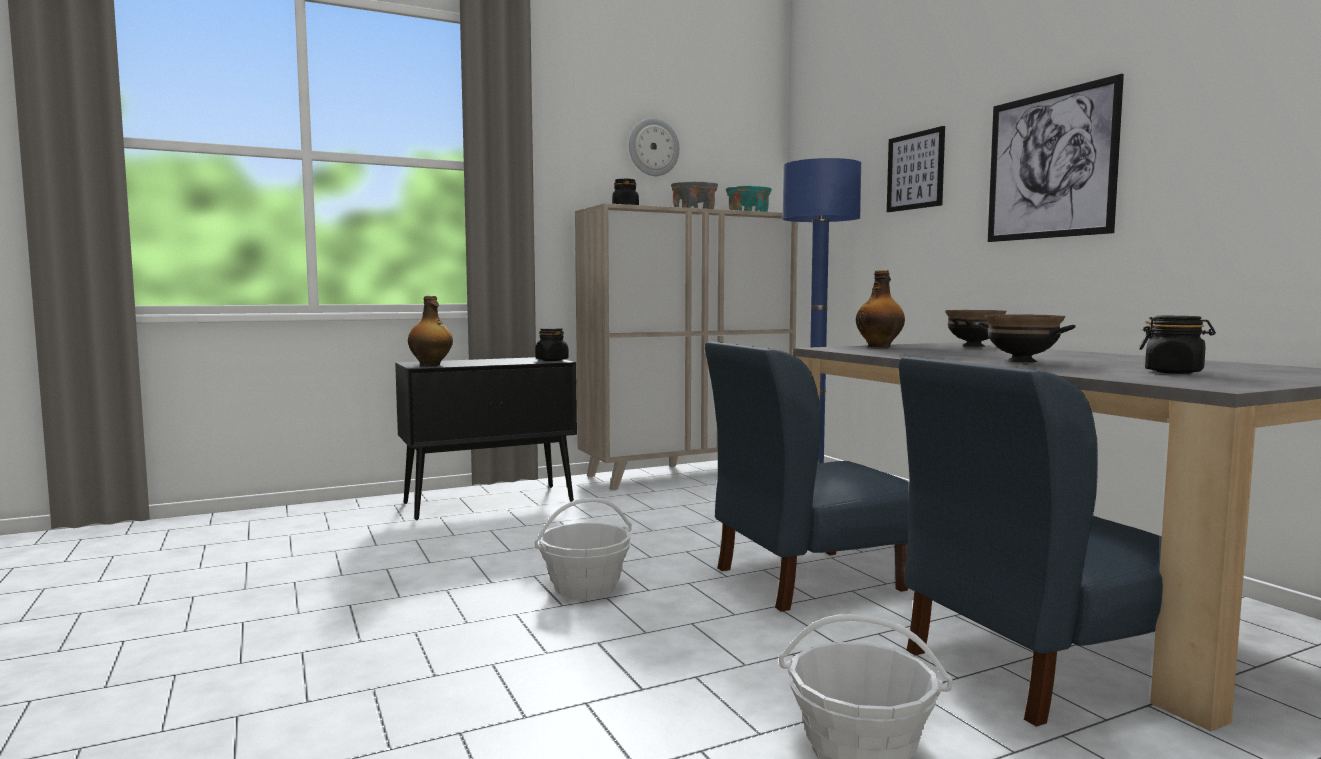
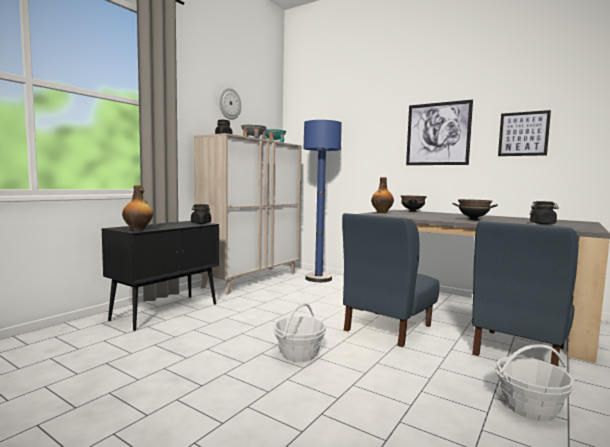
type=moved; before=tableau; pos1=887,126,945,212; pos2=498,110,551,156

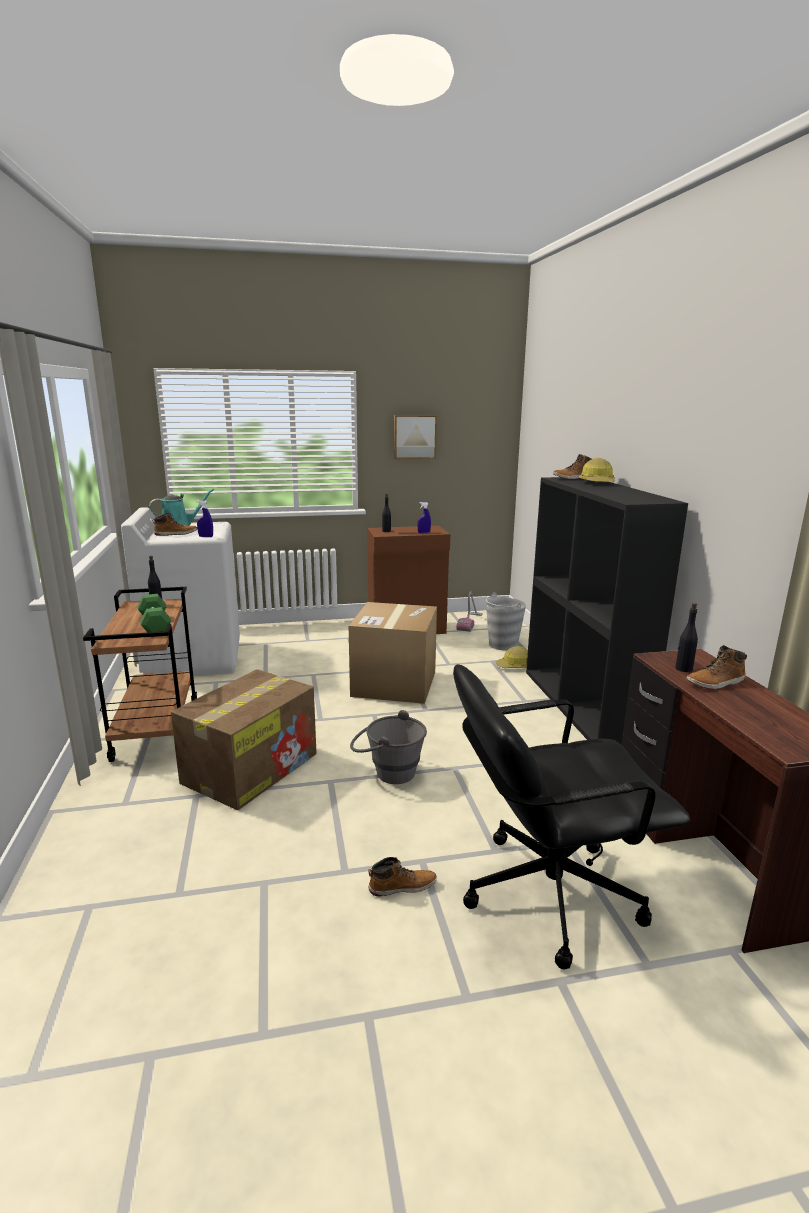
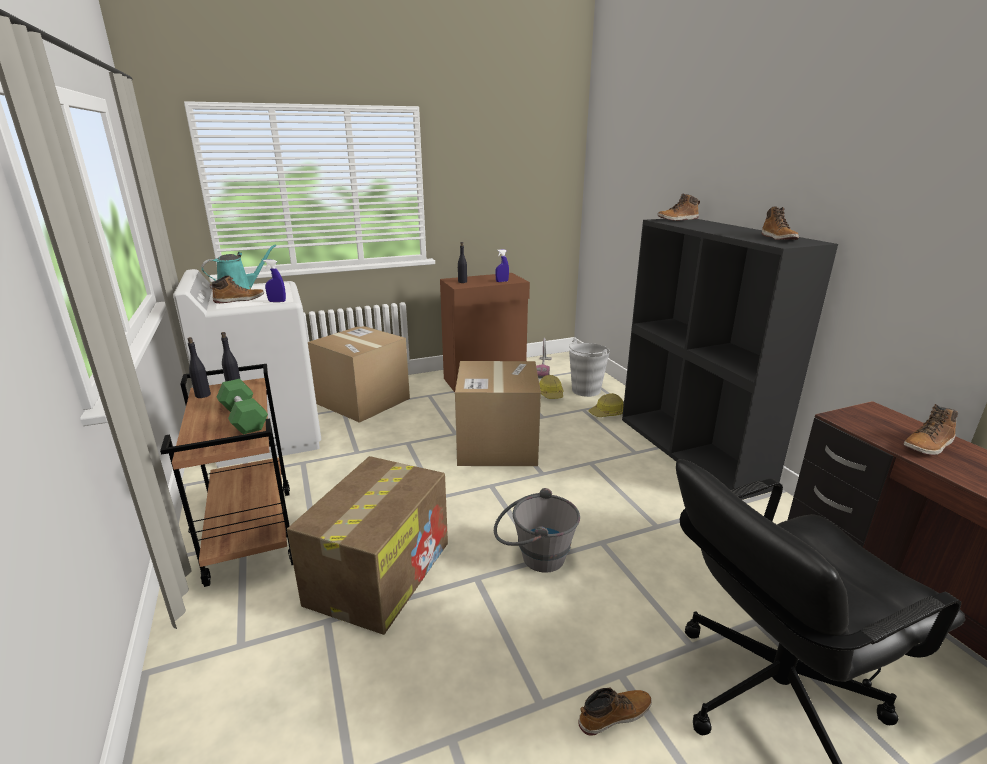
type=removed; before=tableau; pos1=394,415,437,459
type=moved; before=casque de chantier; pos1=579,458,615,482; pos2=539,375,563,399
type=moved; before=bouteille/noir; pos1=675,603,698,672; pos2=187,337,211,398
type=added; after=botte; pos2=761,206,799,240
type=added; after=carton; pos2=308,326,410,423

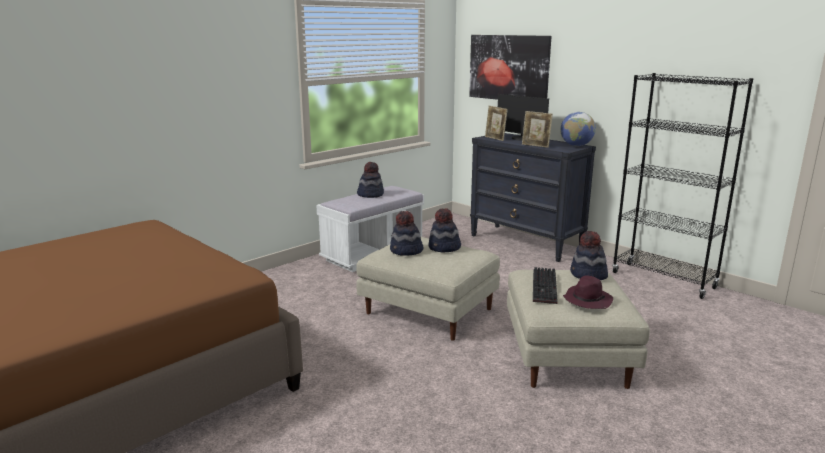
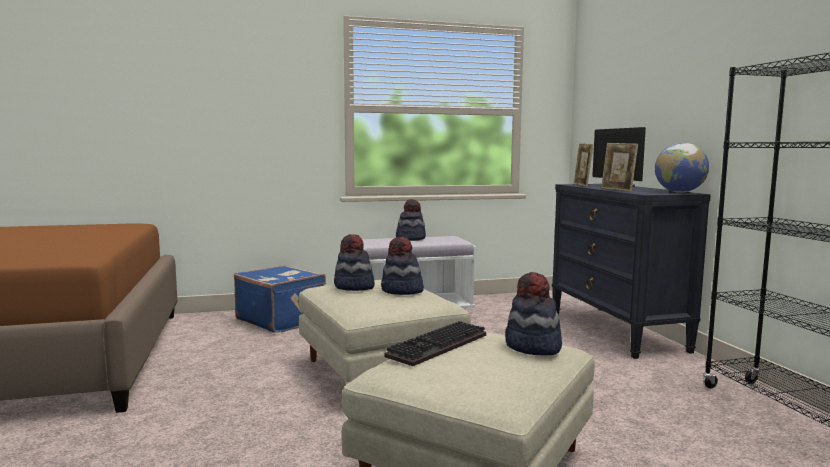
type=removed; before=tableau; pos1=469,35,552,100
type=removed; before=chapeau/violet; pos1=563,275,613,309
type=added; after=valise/bleu; pos2=234,265,326,333

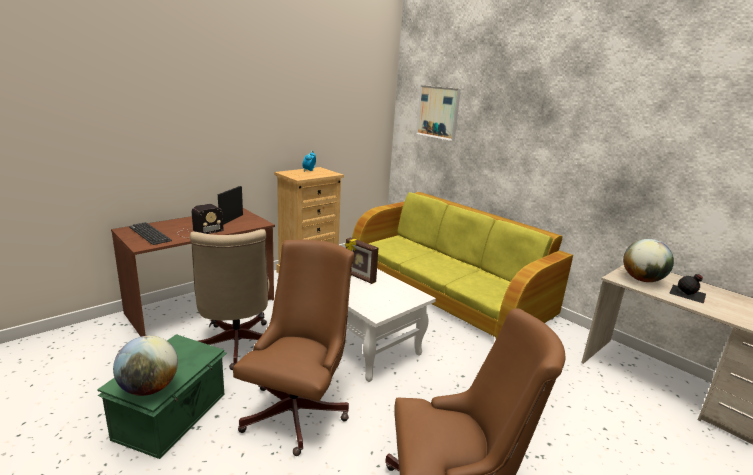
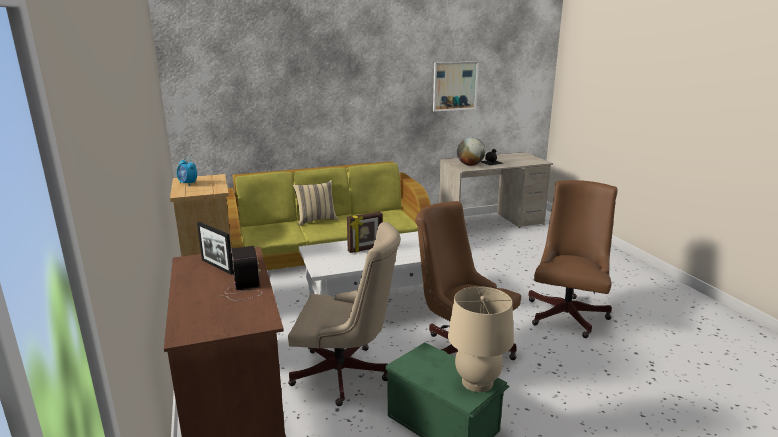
type=moved; before=tableau; pos1=416,85,461,141; pos2=433,61,479,112
type=removed; before=clavier; pos1=129,222,172,245
type=replaced; before=globe; after=lampe de table/beige; pos1=113,336,178,396; pos2=448,286,514,392
type=added; after=coussin/beige; pos2=293,180,338,226

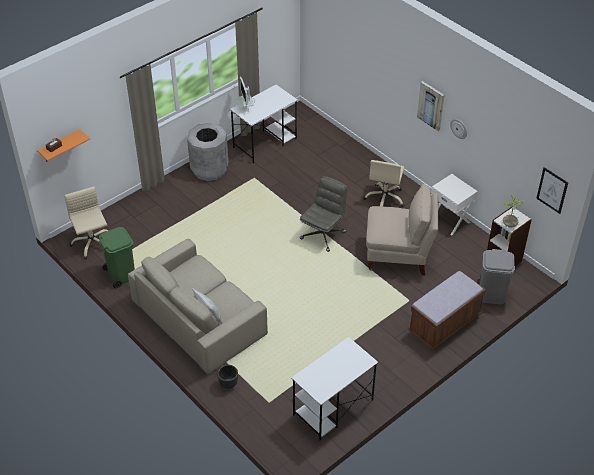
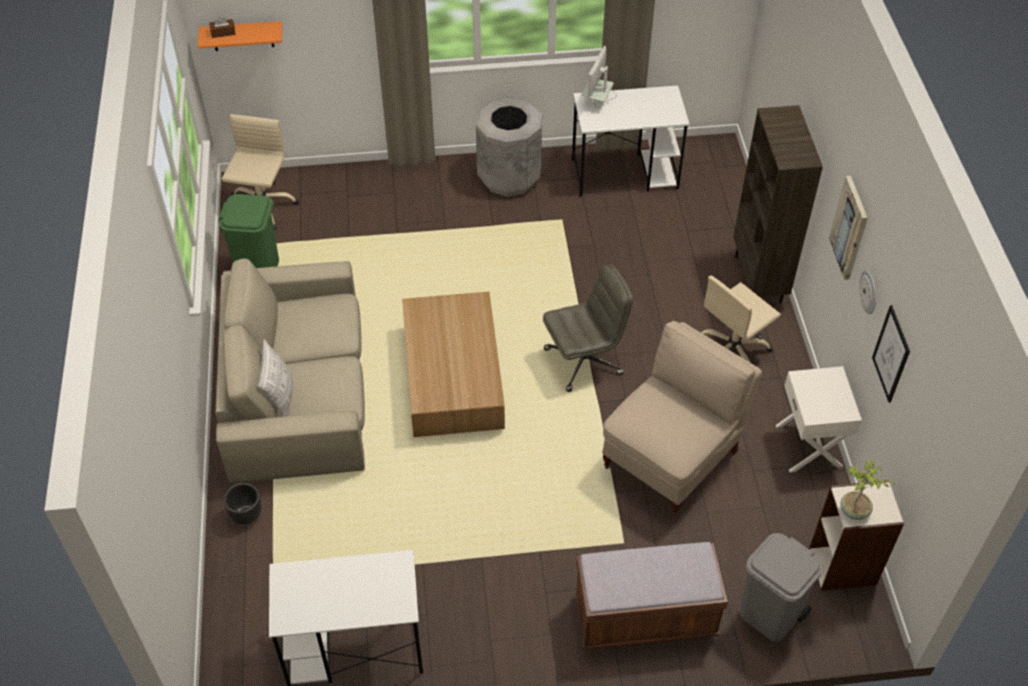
type=moved; before=tableau; pos1=536,167,568,214; pos2=872,305,910,403
type=turned; before=chaise/beige; pos1=366,184,438,276; pos2=602,321,762,516; turn=-90
type=added; after=bibliothèque/marron; pos2=733,105,823,303
type=added; after=table basse/marron; pos2=402,291,505,437

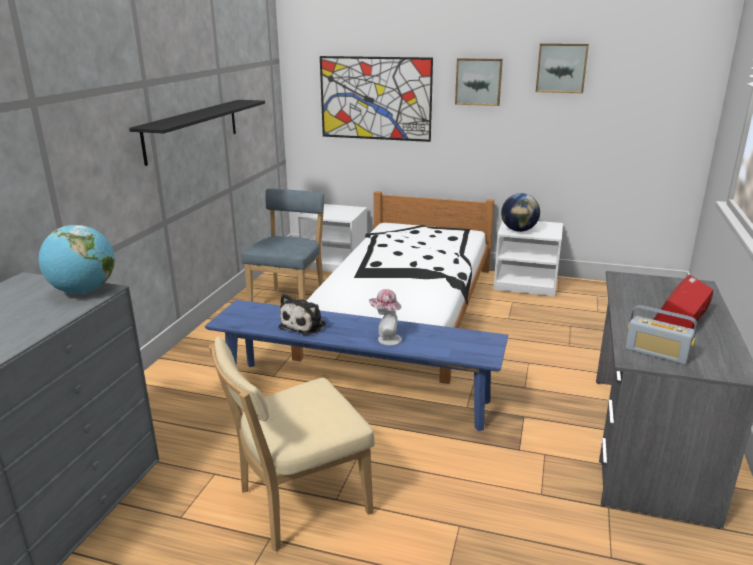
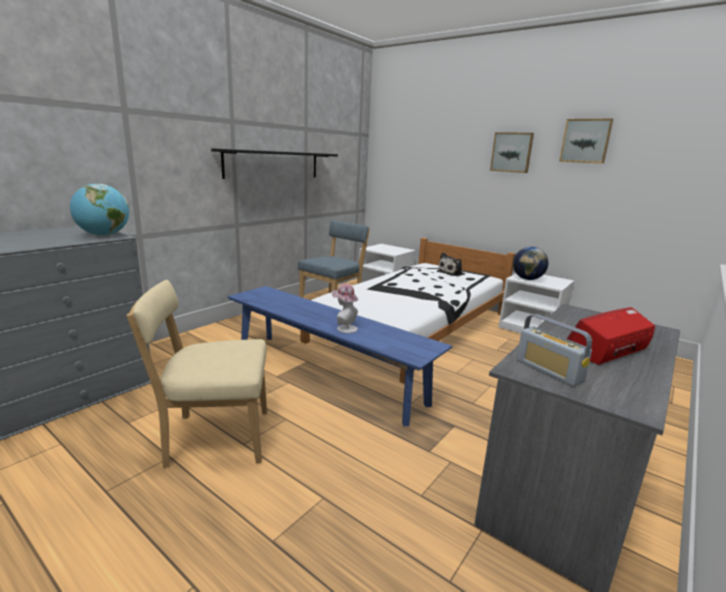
type=removed; before=tableau; pos1=320,56,433,142
type=moved; before=peluche; pos1=279,294,326,335; pos2=437,253,464,276

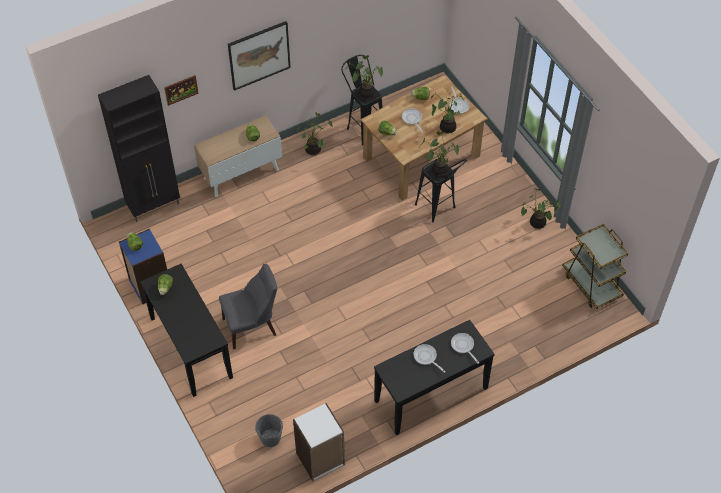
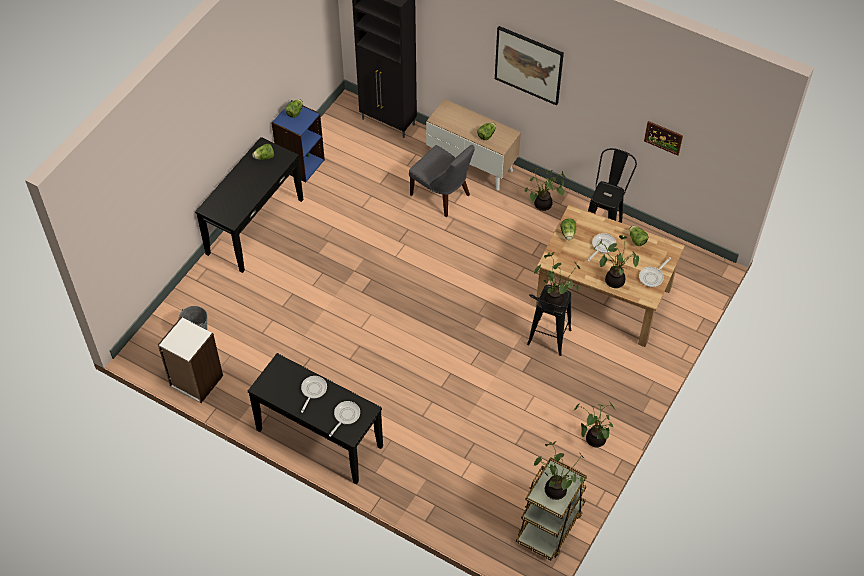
type=moved; before=plante en pot; pos1=345,55,383,100; pos2=534,441,585,500
type=moved; before=tableau; pos1=164,75,199,106; pos2=644,121,683,156
type=moved; before=chaise/gris; pos1=219,264,277,350; pos2=409,145,475,217

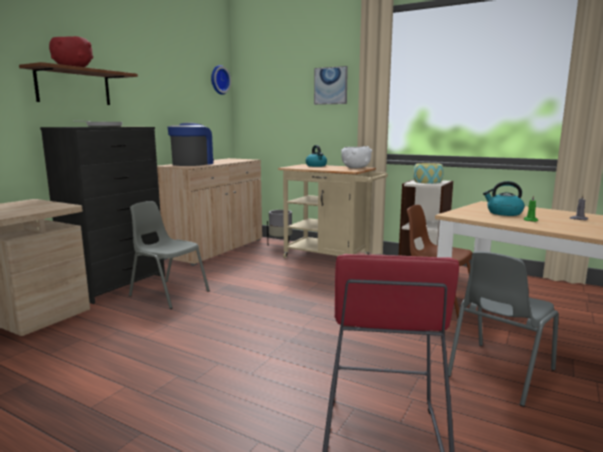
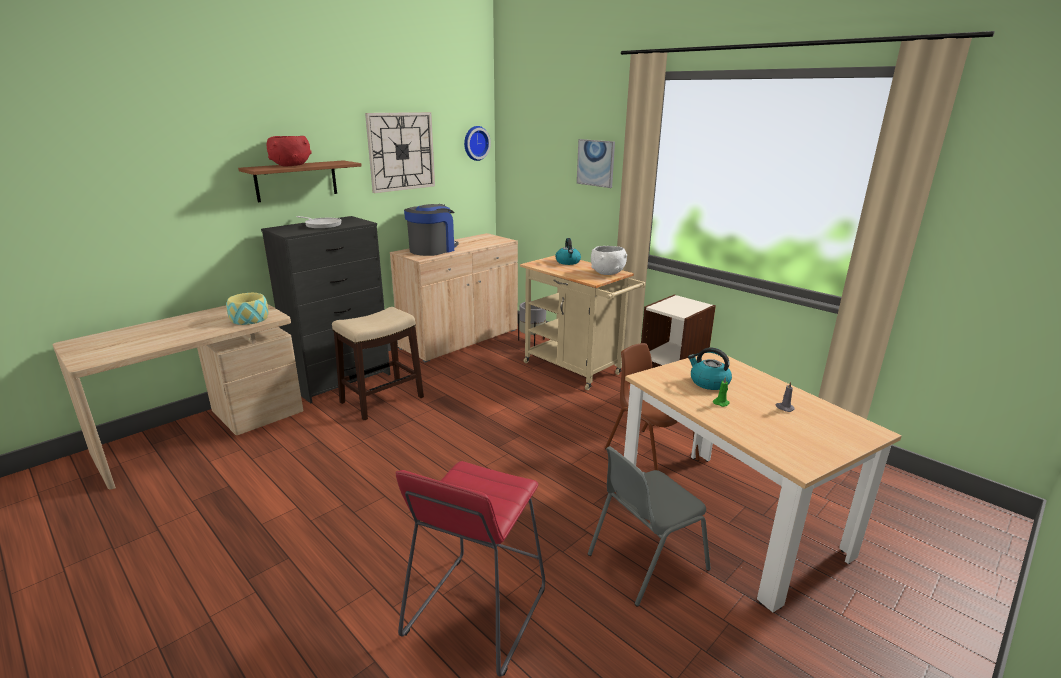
type=moved; before=bol; pos1=413,163,444,184; pos2=226,293,269,325
type=replaced; before=chaise/gris; after=tabouret; pos1=129,201,210,309; pos2=332,307,424,421
type=added; after=horloge murale; pos2=365,112,435,193

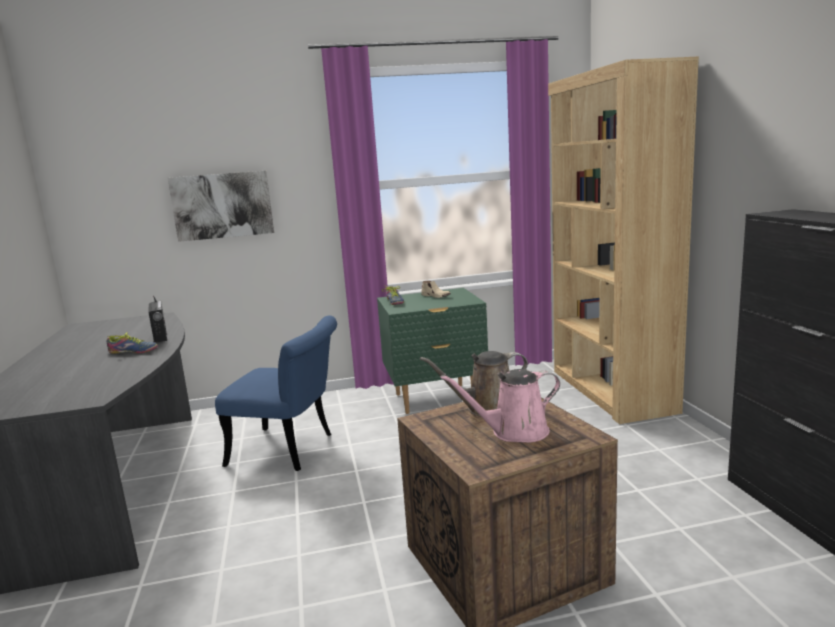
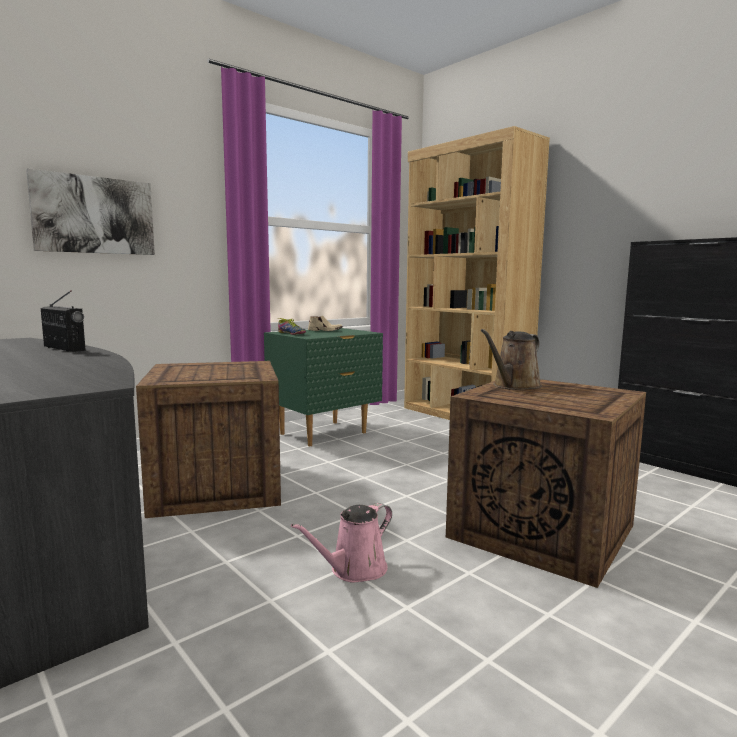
type=replaced; before=chaise/bleu; after=caisse; pos1=215,315,337,471; pos2=136,361,281,518
type=removed; before=chaussure; pos1=106,332,158,354
type=moved; before=arrosoir/rose; pos1=440,369,560,443; pos2=291,503,392,583

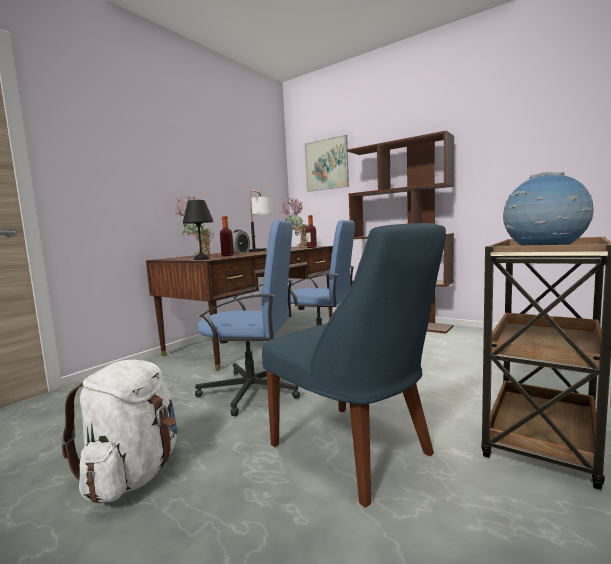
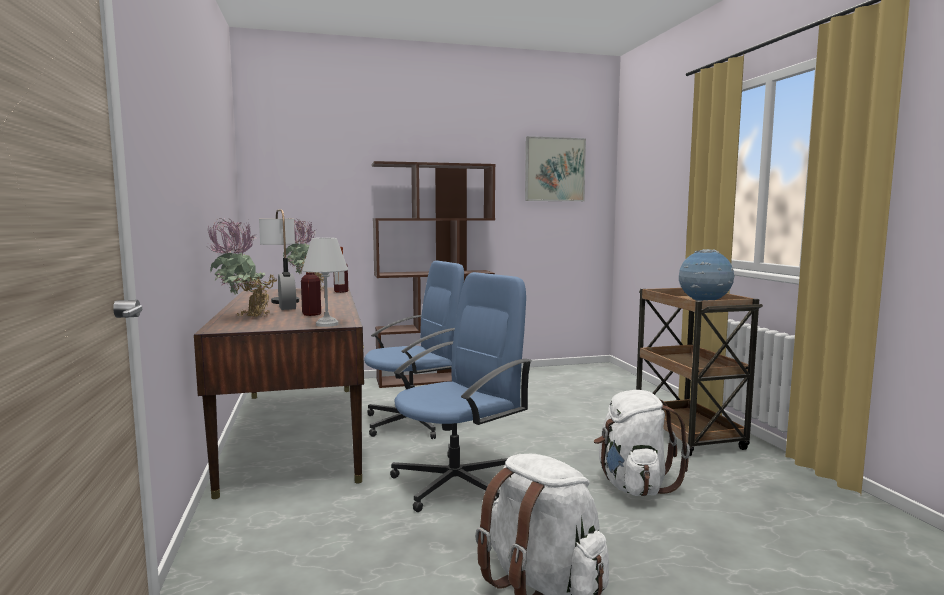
type=moved; before=tableau; pos1=305,135,349,192; pos2=525,136,586,201
type=recoloured; before=lampe de table/noir; after=lampe de table/blanc; pos1=183,200,214,260; pos2=302,238,348,327
type=replaced; before=chaise/bleu; after=sac à dos/blanc; pos1=262,223,446,507; pos2=594,390,690,496

